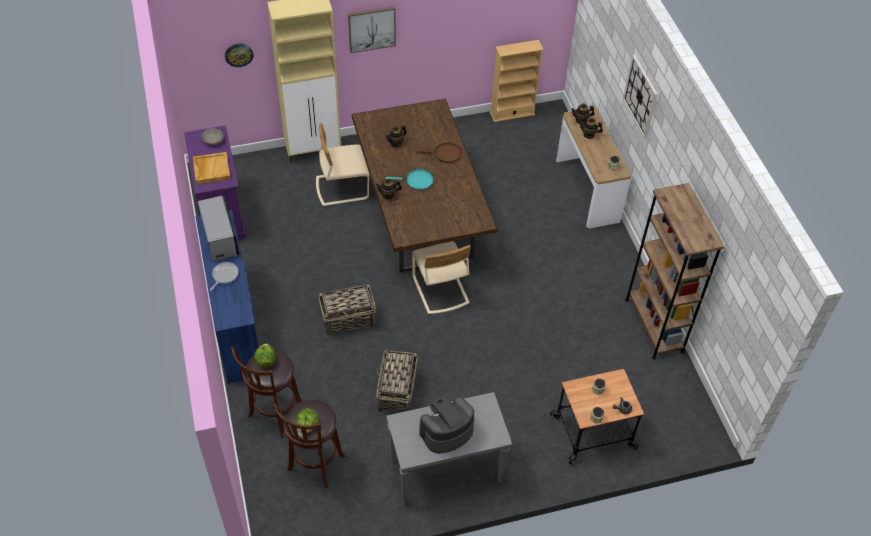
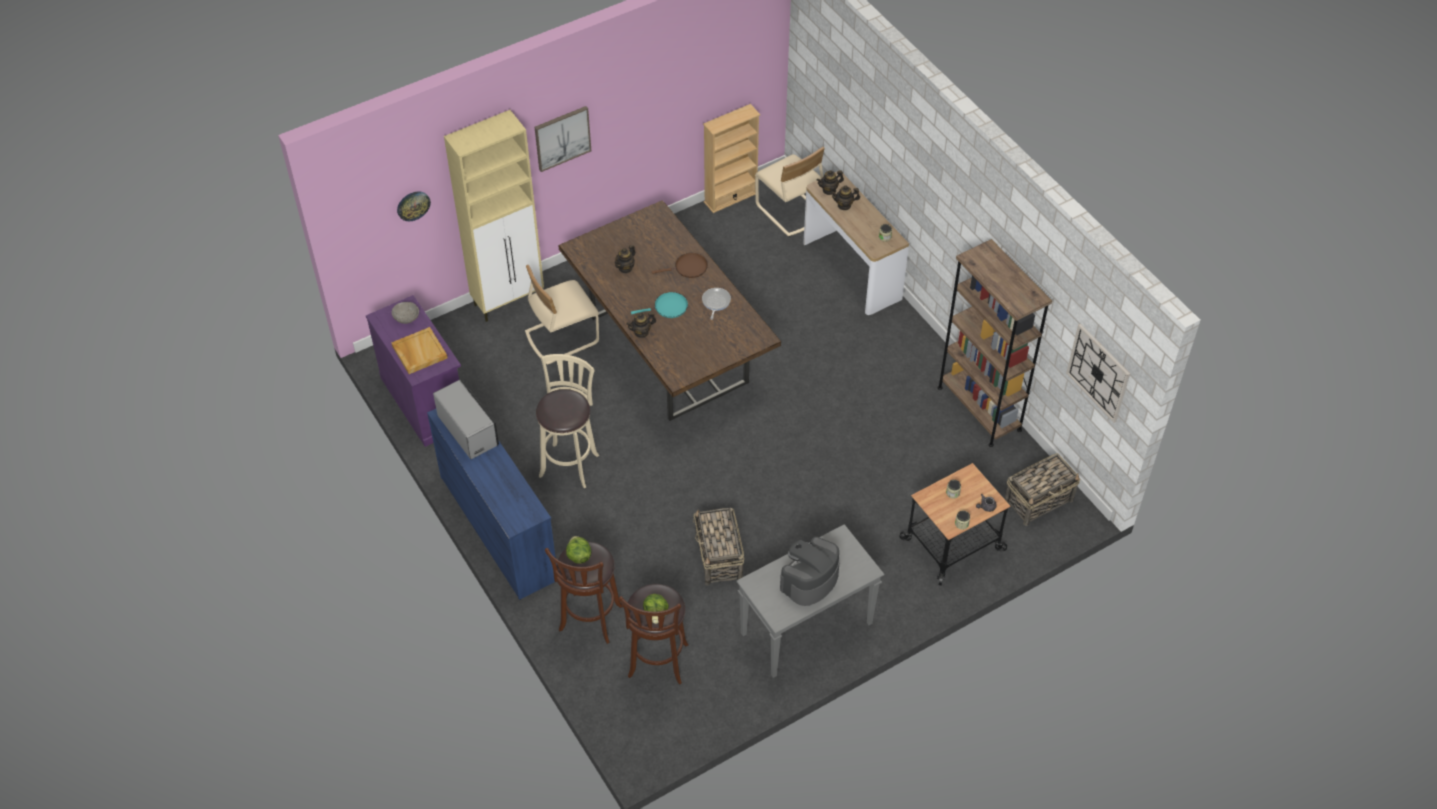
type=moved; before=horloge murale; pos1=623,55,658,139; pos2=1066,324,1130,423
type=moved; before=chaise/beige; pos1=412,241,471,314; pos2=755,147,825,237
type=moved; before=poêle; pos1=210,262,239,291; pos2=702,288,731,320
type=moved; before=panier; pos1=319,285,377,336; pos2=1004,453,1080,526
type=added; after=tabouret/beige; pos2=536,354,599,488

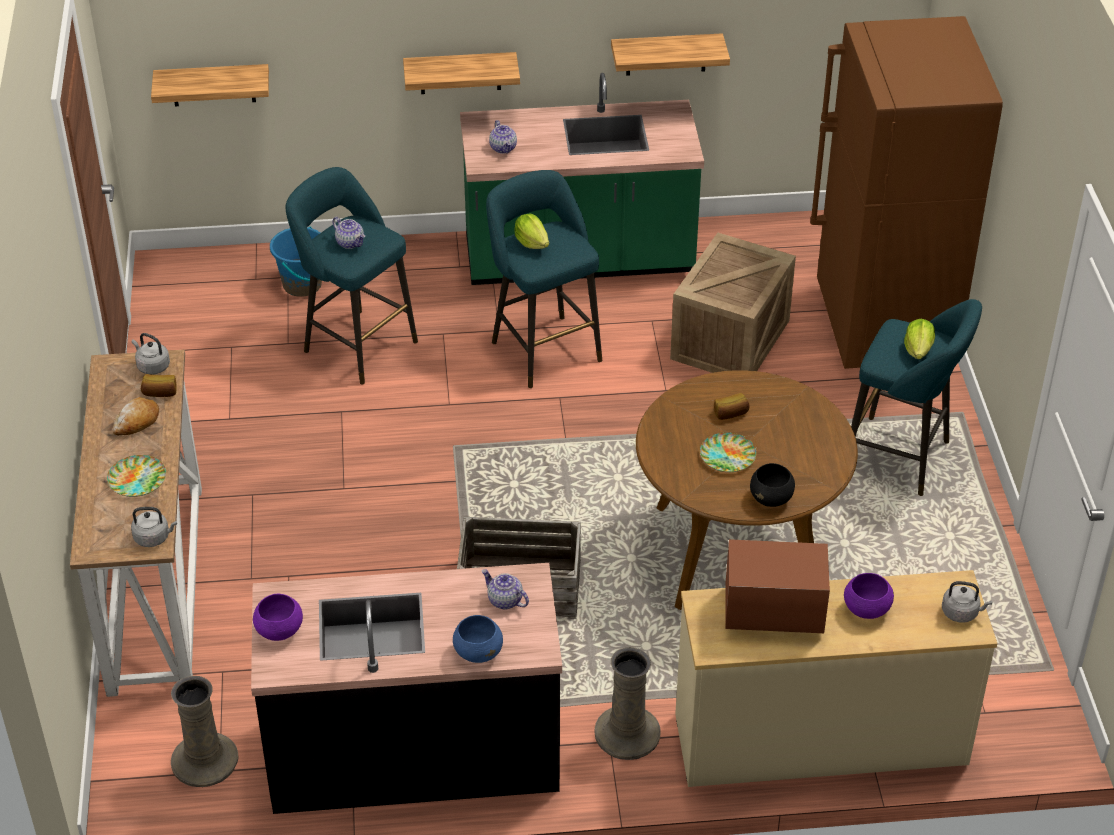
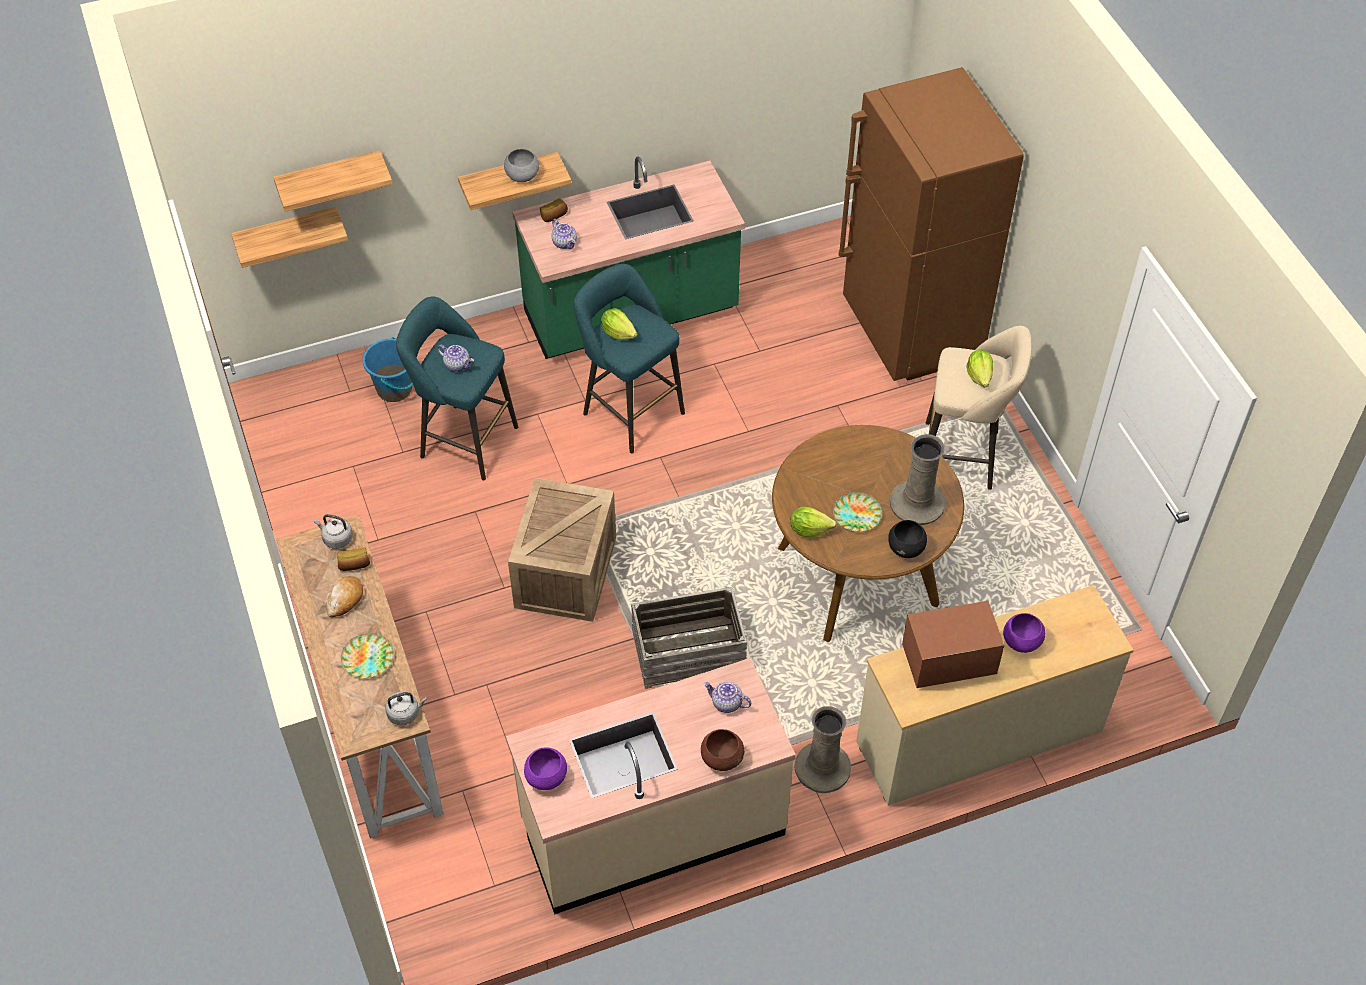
type=moved; before=étagère; pos1=611,33,730,76; pos2=273,150,393,212
type=moved; before=caisse; pos1=670,233,796,373; pos2=508,478,616,622
type=recoloured; before=tabouret/turquoise; after=tabouret/beige; pos1=851,299,982,496; pos2=926,326,1032,490
type=moved; before=pain; pos1=714,393,749,420; pos2=540,198,568,222
type=recoloured; before=comptoir de cuisine/noir; after=comptoir de cuisine/beige; pos1=251,563,562,814; pos2=506,658,796,915
type=removed; before=bouilloire/gris; pos1=942,581,992,623
type=recoloured; before=bol/bleu; after=bol/marron; pos1=453,615,503,663; pos2=701,729,744,771
type=moved; before=vase/beige; pos1=171,676,238,787; pos2=890,434,946,525
type=added; after=bol/gris; pos2=504,149,539,182
type=added; after=laitue; pos2=790,507,837,538

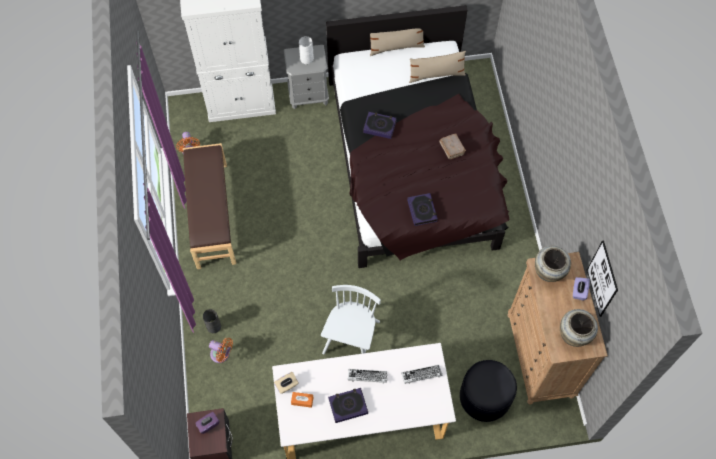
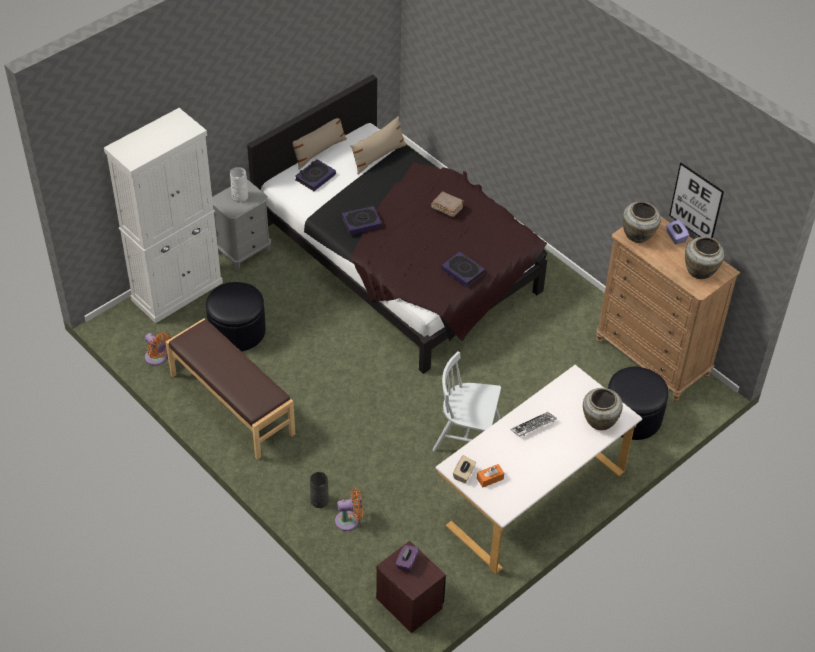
type=turned; before=chaise/blanc; pos1=321,285,381,355; pos2=433,351,501,452; turn=-60
type=removed; before=clavier; pos1=401,365,443,384
type=moved; before=livre; pos1=328,388,368,423; pos2=295,159,336,191
type=added; after=pouf/noir; pos2=206,282,266,351
type=added; after=vase/beige; pos2=583,388,623,430

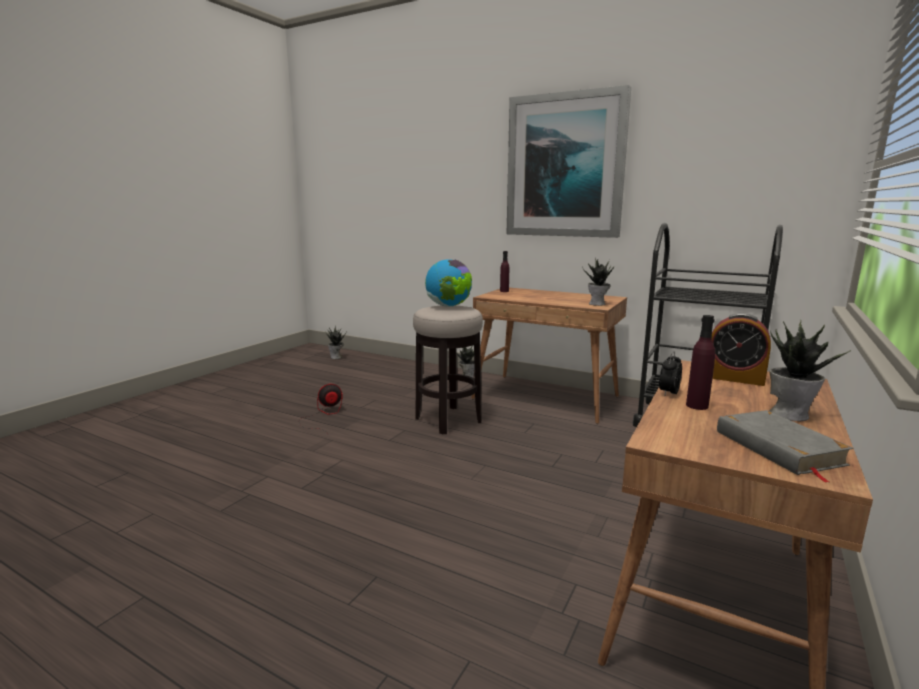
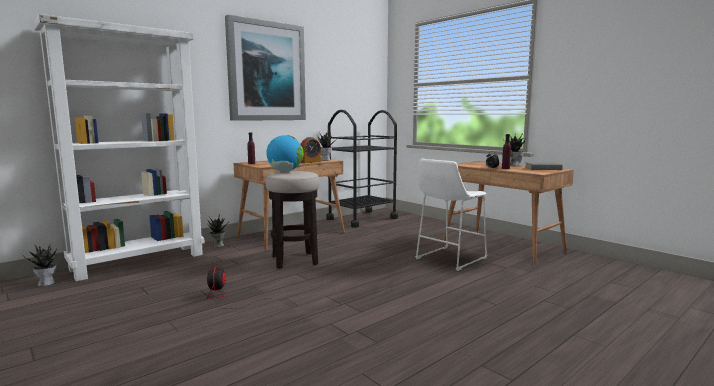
type=moved; before=réveil; pos1=712,313,771,386; pos2=301,137,321,163
type=added; after=bibliothèque/blanc; pos2=33,14,205,281
type=added; after=tabouret/blanc; pos2=416,159,487,271

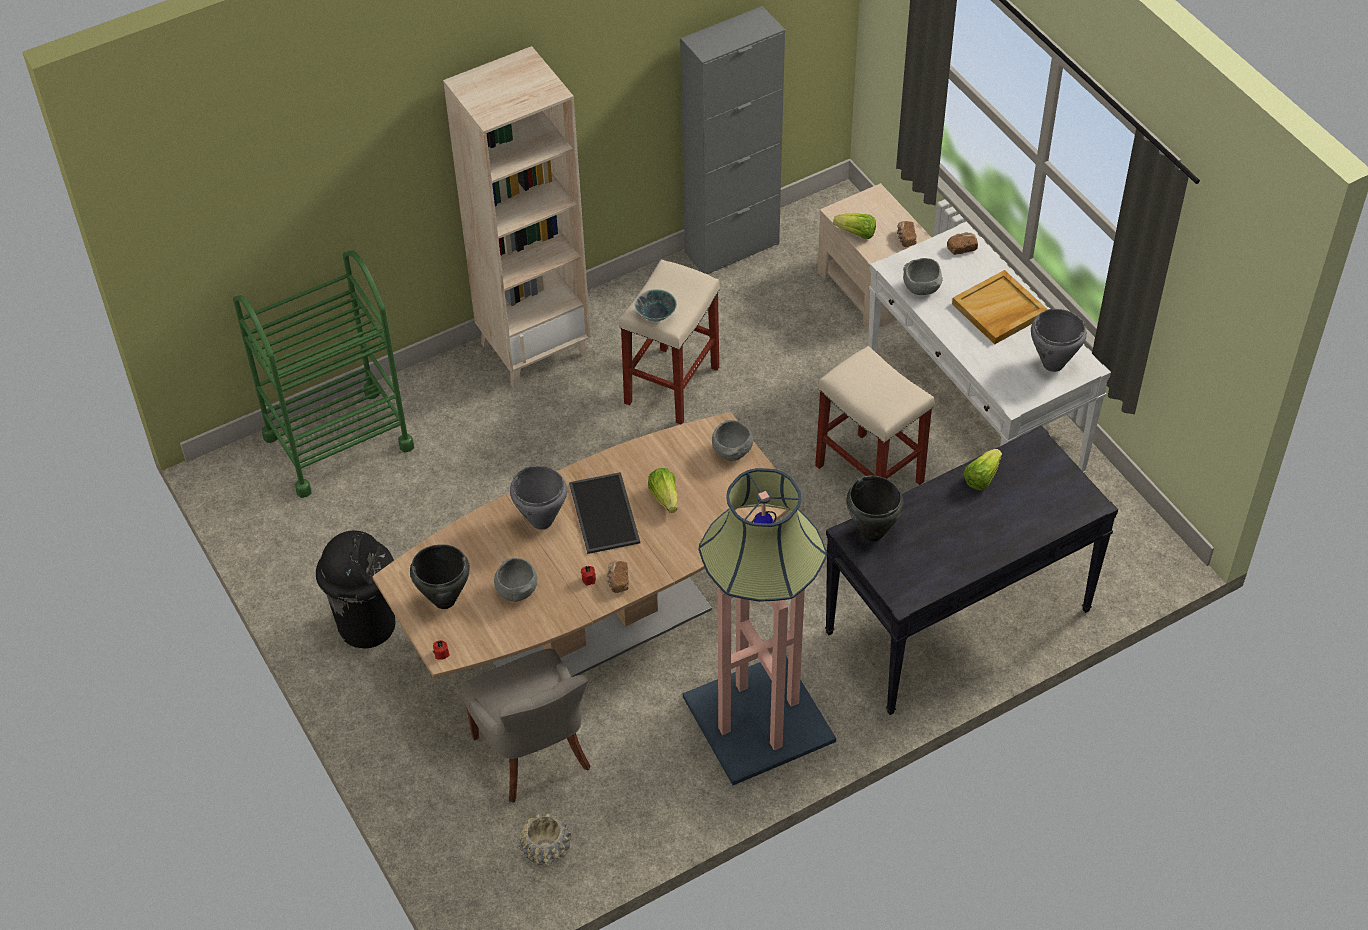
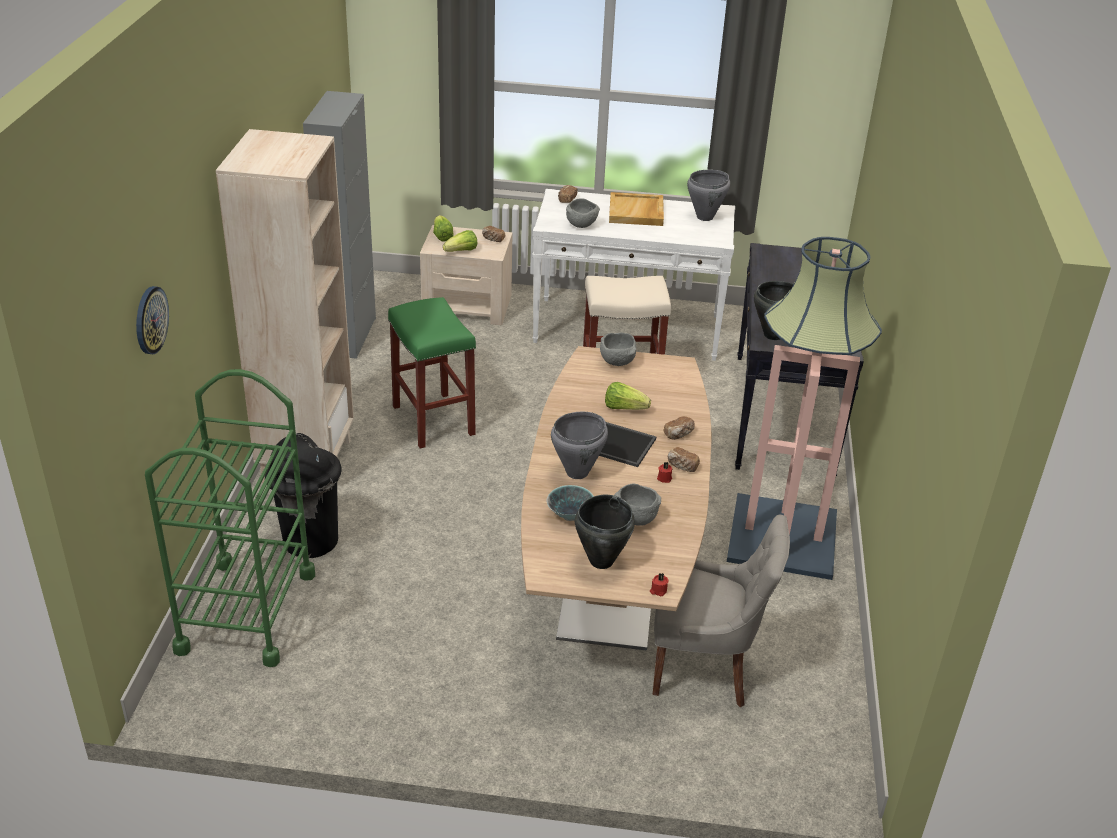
type=recoloured; before=tabouret/beige; after=tabouret/vert; pos1=619,260,720,425; pos2=388,297,476,449
type=moved; before=bol; pos1=634,289,677,322; pos2=547,485,594,521
type=moved; before=laitue; pos1=963,449,1002,491; pos2=433,215,454,241
type=moved; before=poubelle/noir; pos1=316,531,395,648; pos2=265,433,342,558
type=removed; before=cache-pot/beige; pos1=519,813,571,865
type=added; after=horloge murale; pos2=136,286,169,354
type=added; after=pain; pos2=664,416,695,440

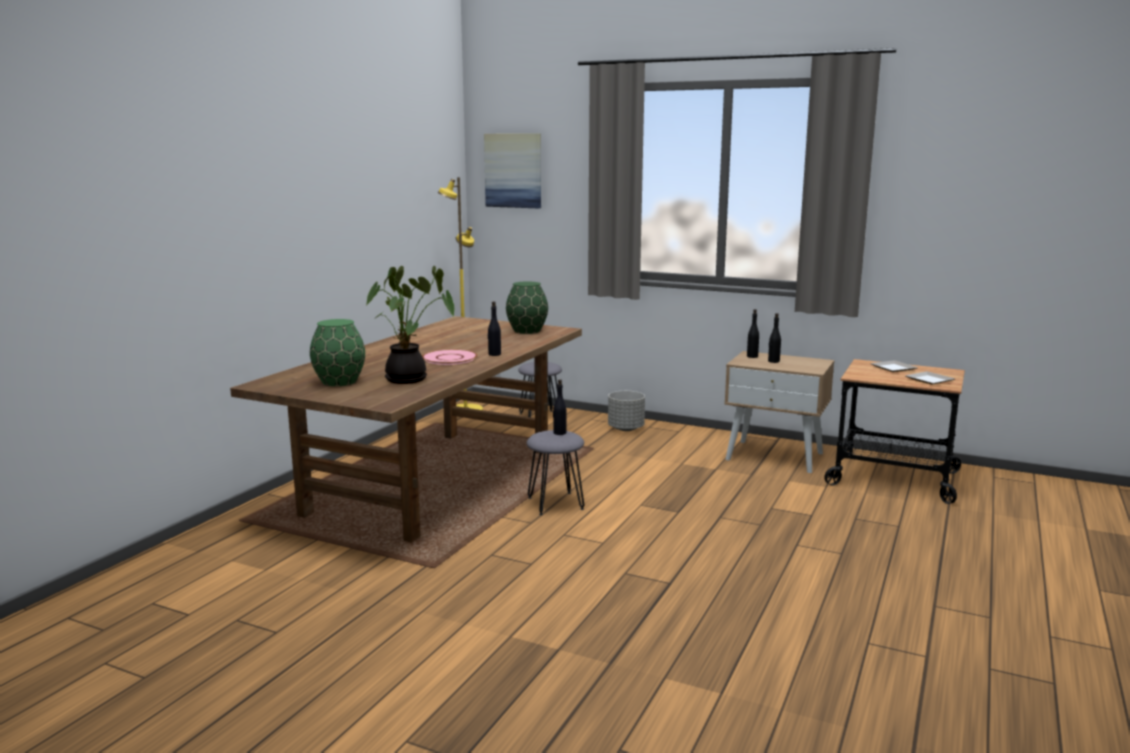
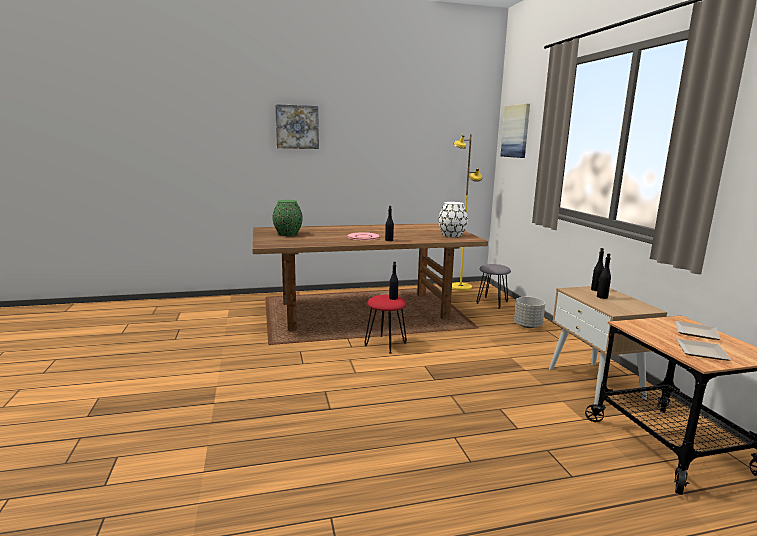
type=removed; before=plante en pot; pos1=365,266,454,384
type=recoloured; before=vase/vert; after=vase/blanc; pos1=506,281,548,334; pos2=438,202,468,237
type=recoloured; before=tabouret/gris; after=tabouret/rouge; pos1=527,430,584,515; pos2=364,295,407,354
type=added; after=tableau; pos2=275,104,319,149

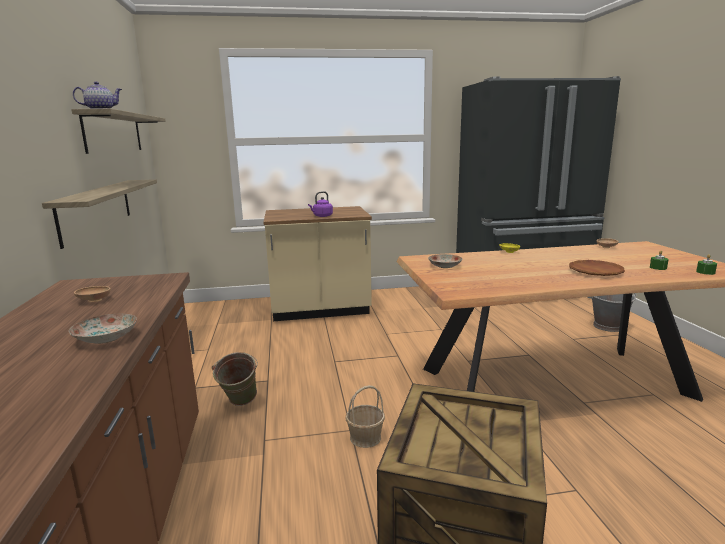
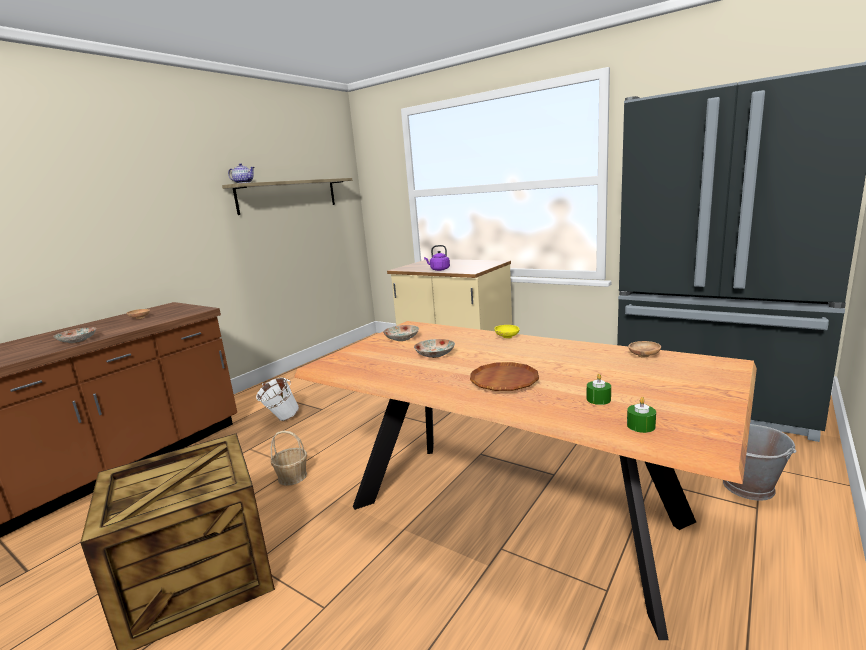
type=removed; before=étagère; pos1=42,179,157,249
type=recoloured; before=seau/vert; after=seau/blanc; pos1=212,352,258,406; pos2=256,377,299,421
type=added; after=assiette; pos2=414,339,455,358

